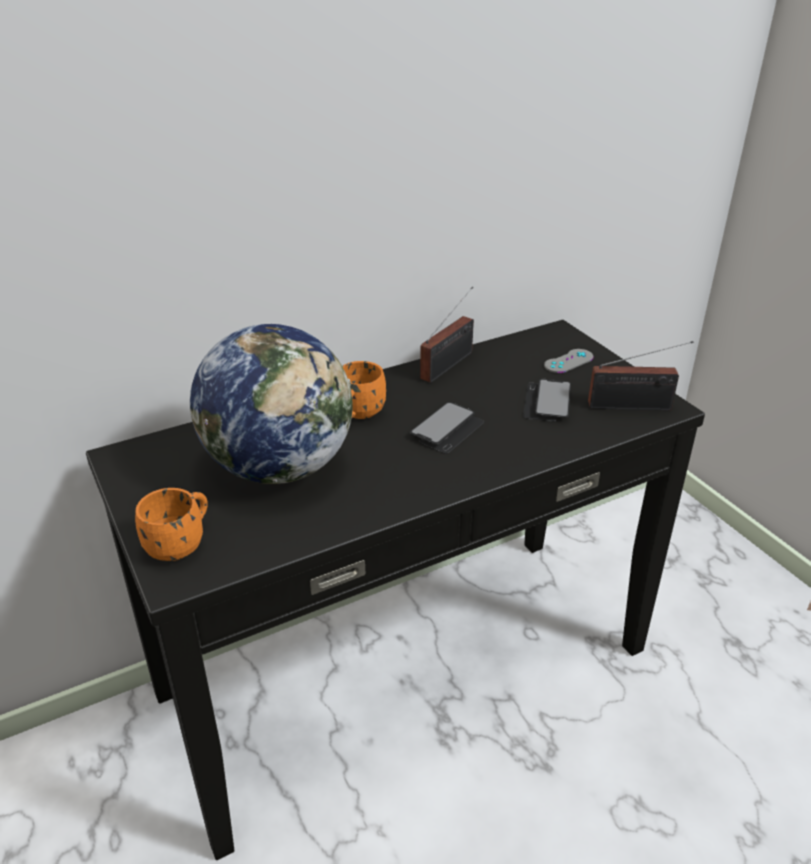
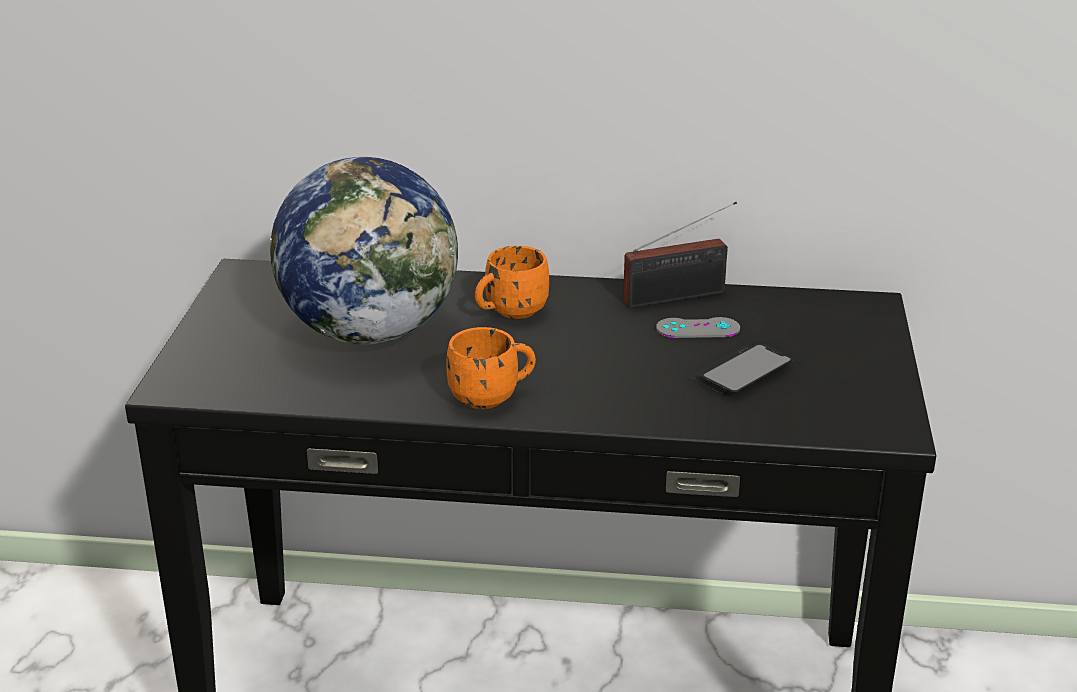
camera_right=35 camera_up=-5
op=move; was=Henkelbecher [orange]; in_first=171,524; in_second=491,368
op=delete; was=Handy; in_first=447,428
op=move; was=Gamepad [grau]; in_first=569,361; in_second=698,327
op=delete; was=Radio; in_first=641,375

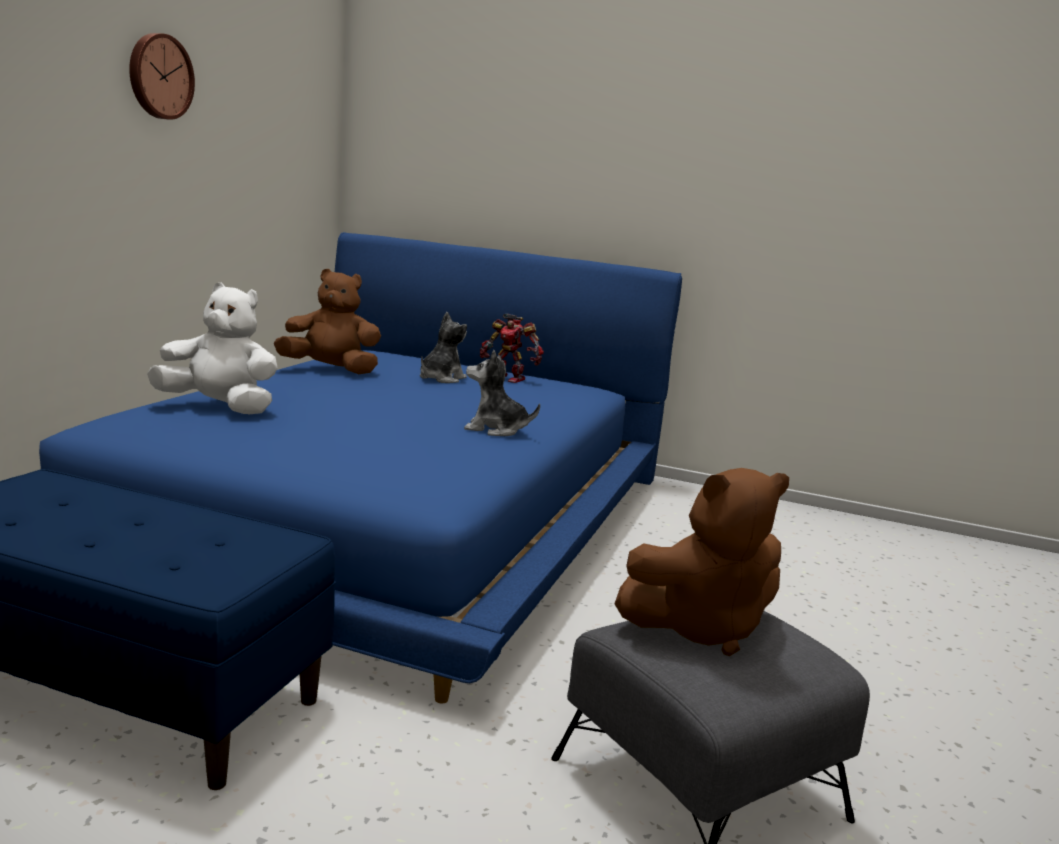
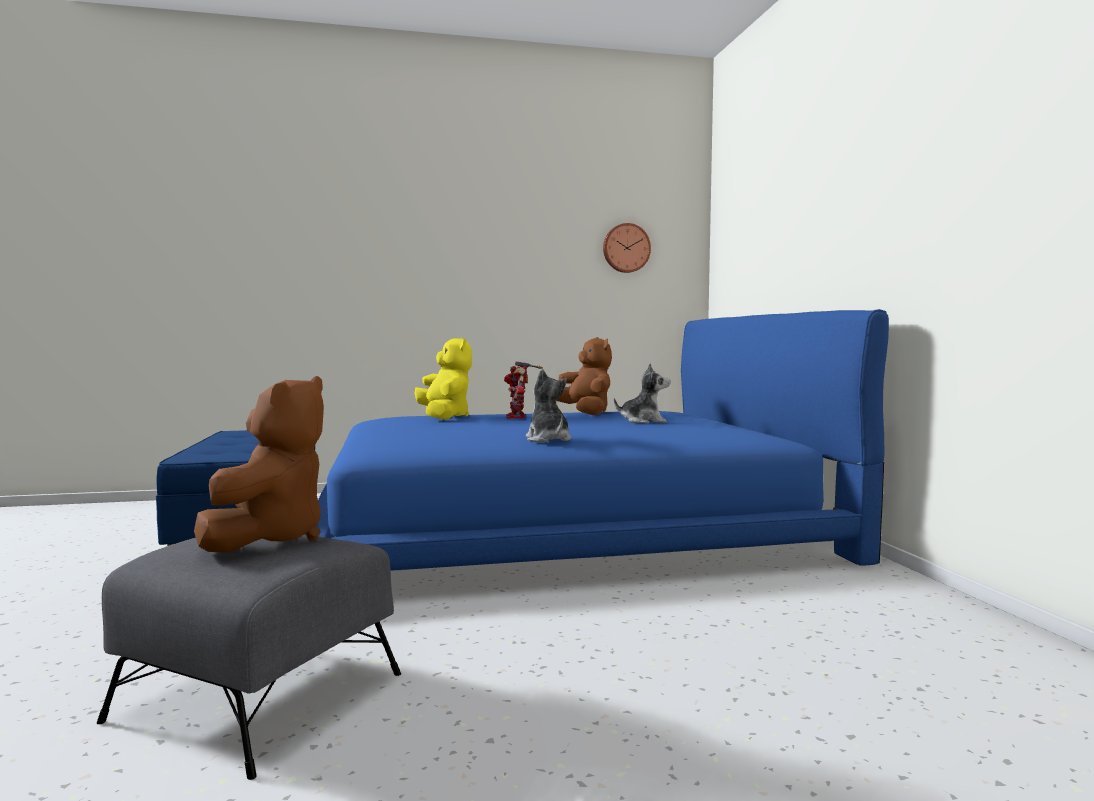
camera_right=60 camera_up=-10
op=move; was=Wanduhr; in_first=162,76; in_second=627,248
op=recolor; was=Plüschtier [weiß]; now=Plüschtier [gelb]; in_first=212,349; in_second=443,378
op=move; was=Spielzeugroboter; in_first=512,348; in_second=523,389
op=rotate; was=Plüschtier [braun]; in_first=701,562; in_second=259,464; clockwise=-120

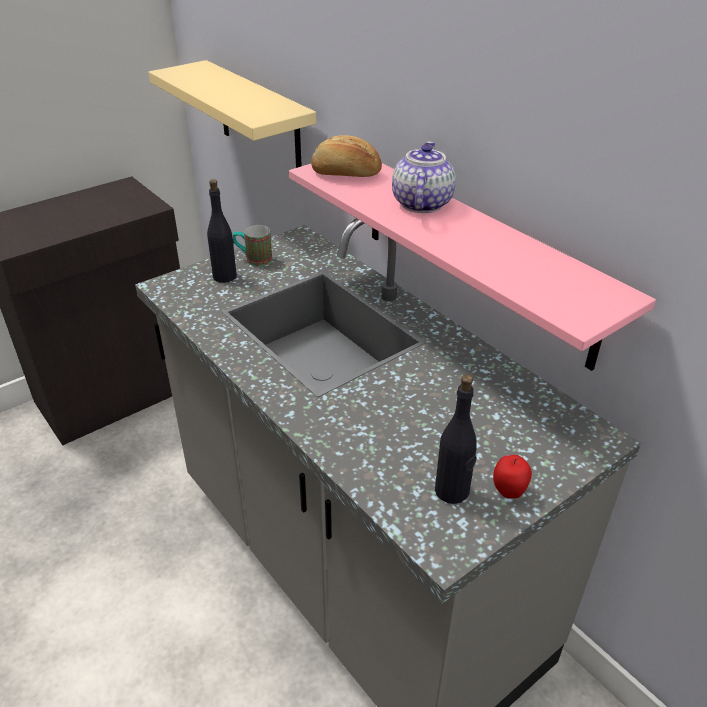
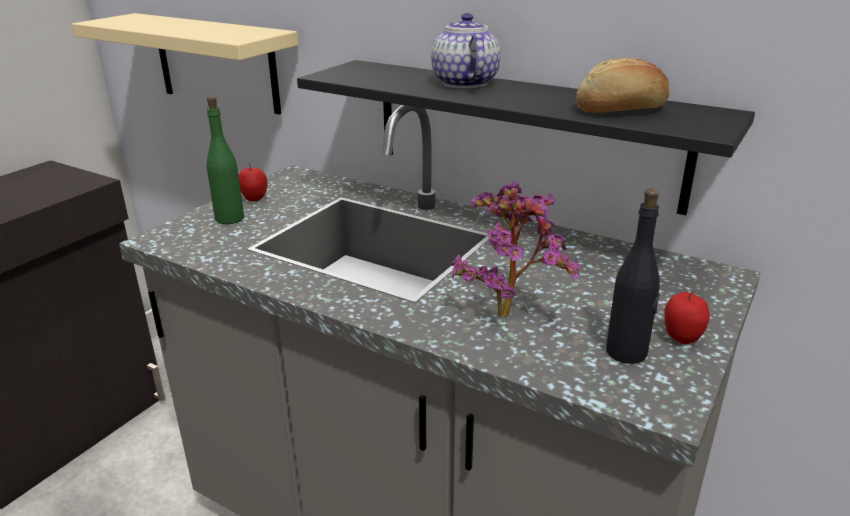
camera_right=-20 camera_up=-10
op=recolor; was=Flasche [schwarz]; now=Flasche [grün]; in_first=222,231; in_second=225,160
op=replace; was=Henkelbecher; now=Apfel; in_first=252,246; in_second=252,182
op=recolor; was=Wandregal [rosa]; now=Wandregal [schwarz]; in_first=472,267; in_second=526,137
op=move; was=Brot; in_first=346,156; in_second=622,85
op=insert; now=Topfpflanze; in_second=516,249

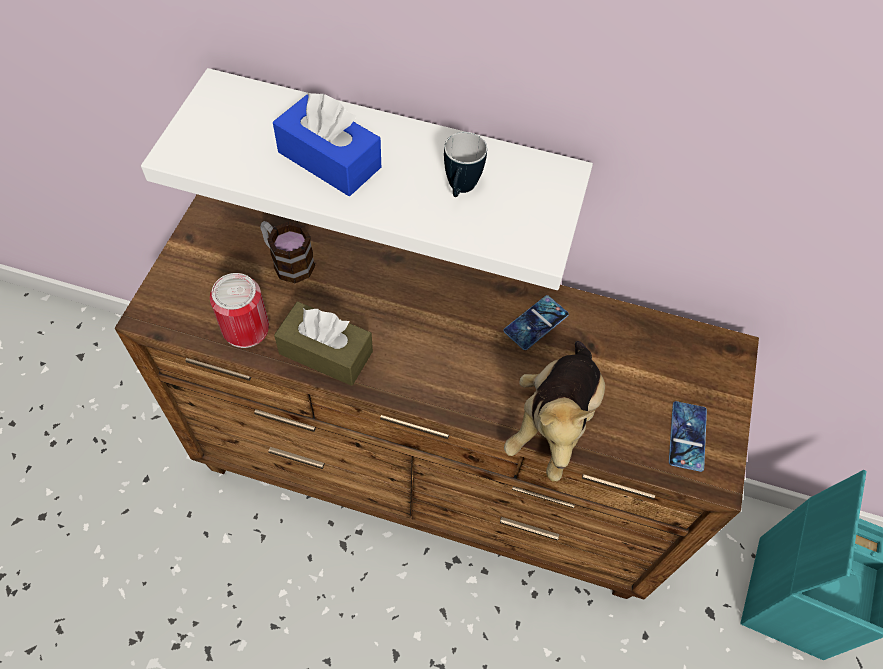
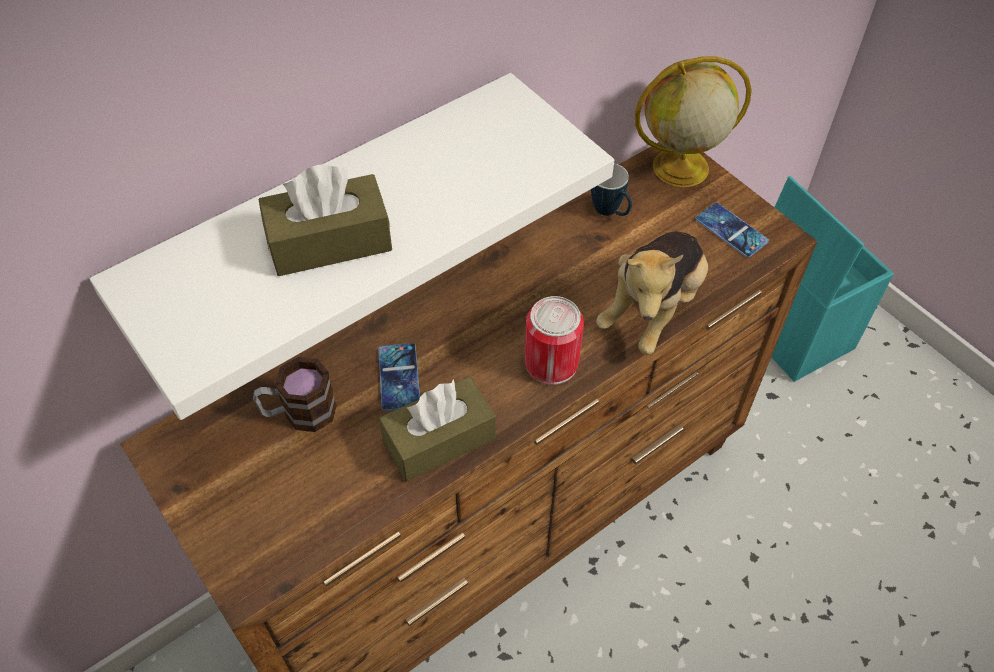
camera_right=-50 camera_up=-5
op=move; was=Dose; in_first=239,310; in_second=554,340
op=recolor; was=Taschentuchbox [blau]; now=Taschentuchbox [braun]; in_first=327,144; in_second=325,220
op=move; was=Henkelbecher; in_first=465,164; in_second=611,189
op=move; was=Handy; in_first=536,322; in_second=399,377
op=rotate; was=Plüschtier; in_first=554,411; in_second=652,293; clockwise=60
op=insert; now=Globus; in_second=693,121

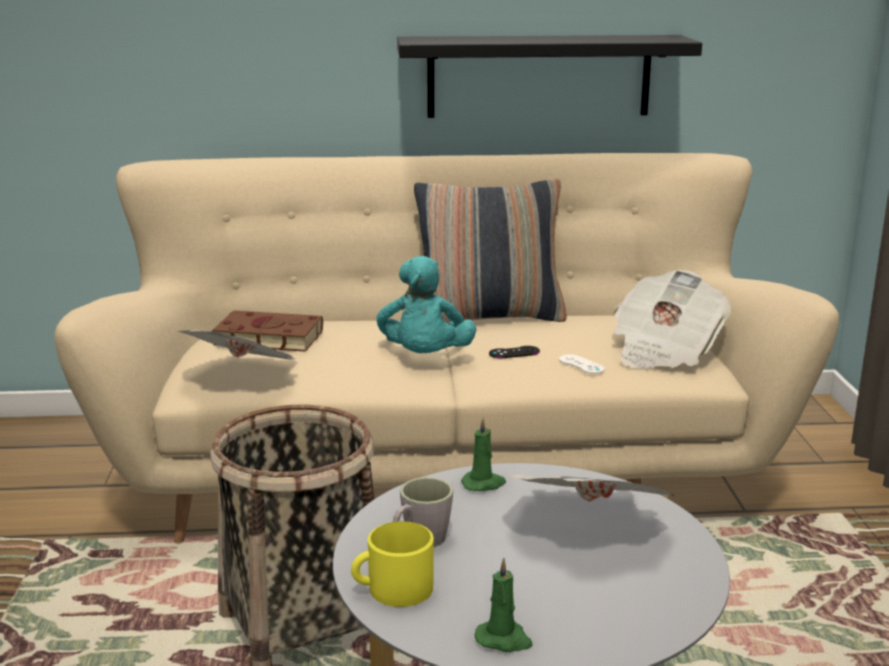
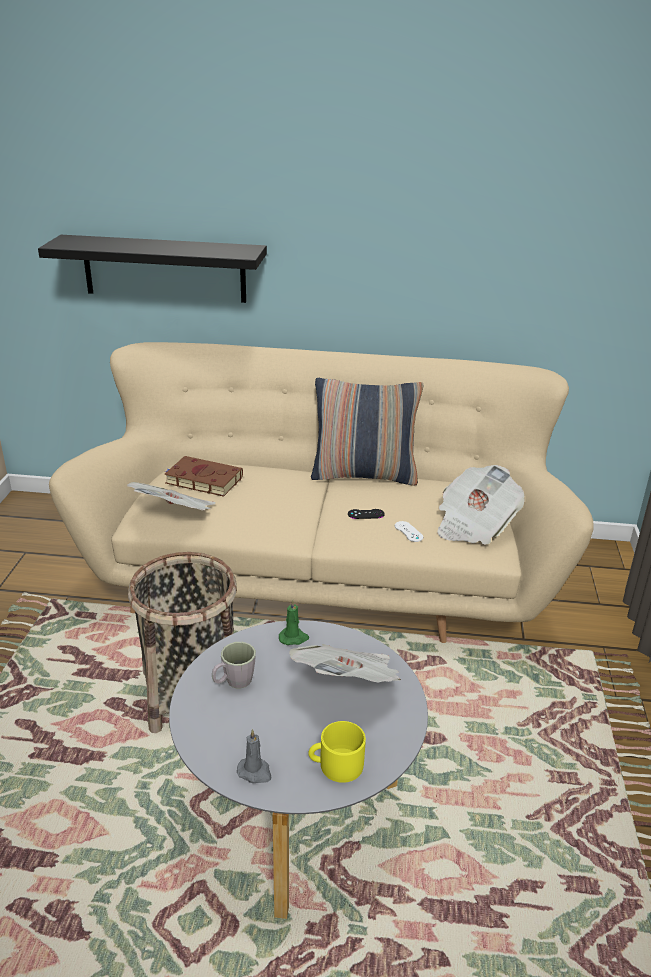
camera_right=10 camera_up=10
op=move; was=Henkelbecher [gelb]; in_first=392,564; in_second=337,752
op=delete; was=Plüschtier [türkis]; in_first=426,304
op=move; was=Wandregal [schwarz]; in_first=549,76; in_second=152,269
op=recolor; was=Kerze [grün]; now=Kerze [grau]; in_first=503,605; in_second=254,756

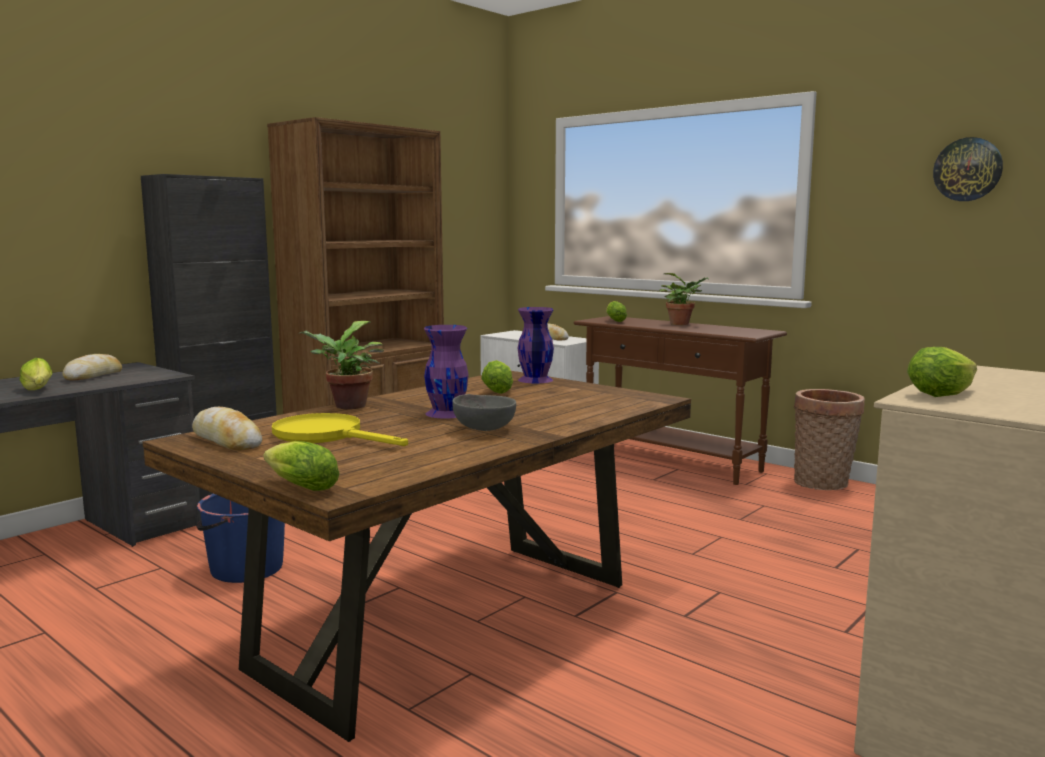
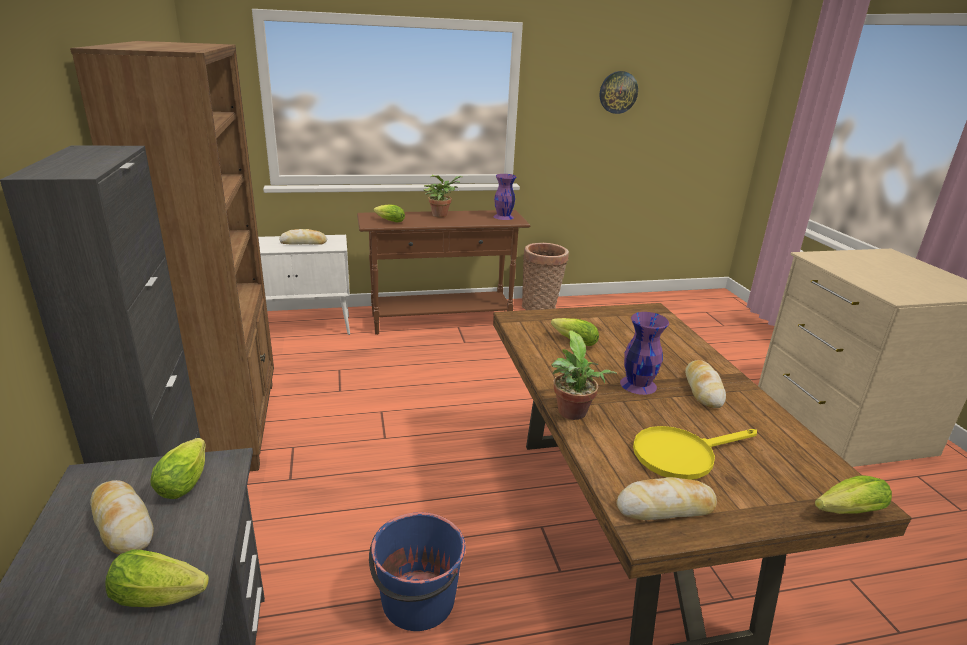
camera_right=-55 camera_up=15
op=replace; was=Schüssel [grau]; now=Brot; in_first=484,412; in_second=705,384
op=move; was=Vase [lila]; in_first=535,345; in_second=505,197
op=move; was=Salatkopf; in_first=942,372; in_second=178,468

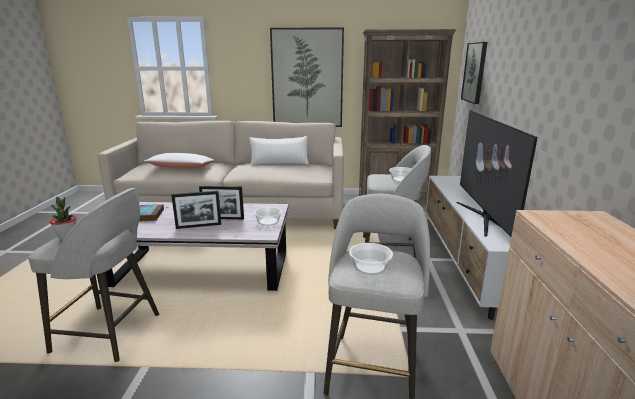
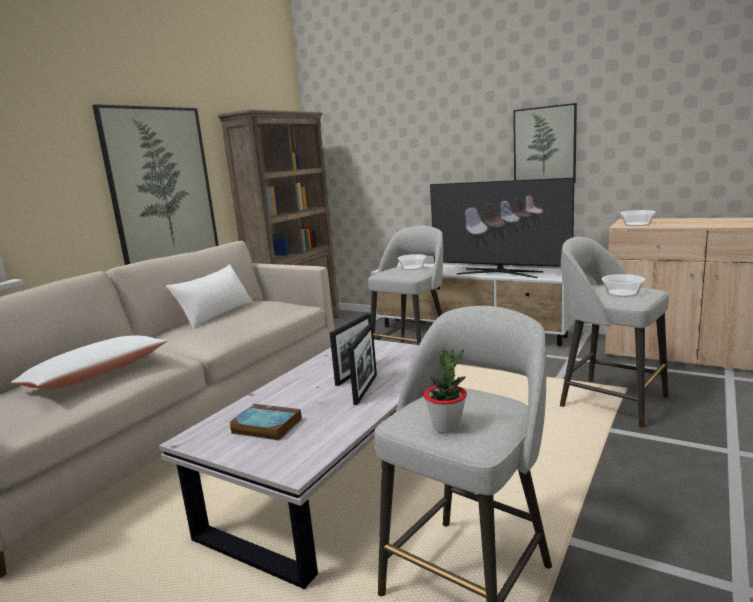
camera_right=-60 camera_up=-5
op=move; was=Schüssel; in_first=268,216; in_second=638,218
op=move; was=Bild; in_first=474,73; in_second=545,143

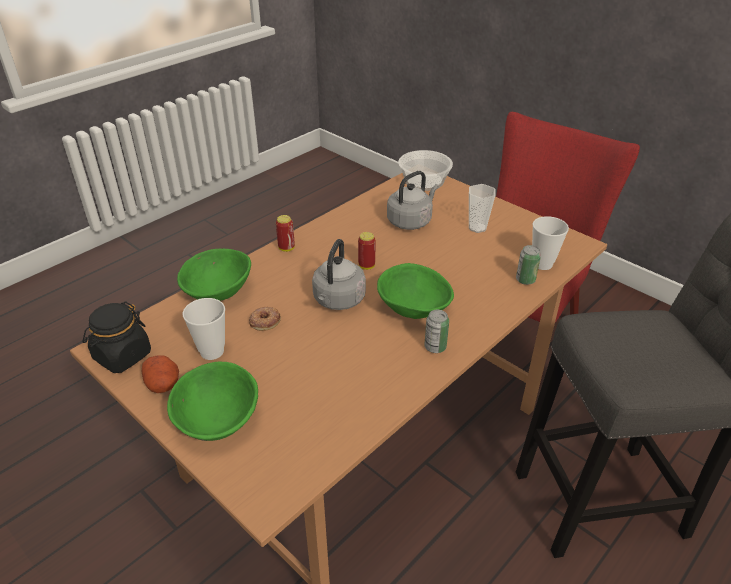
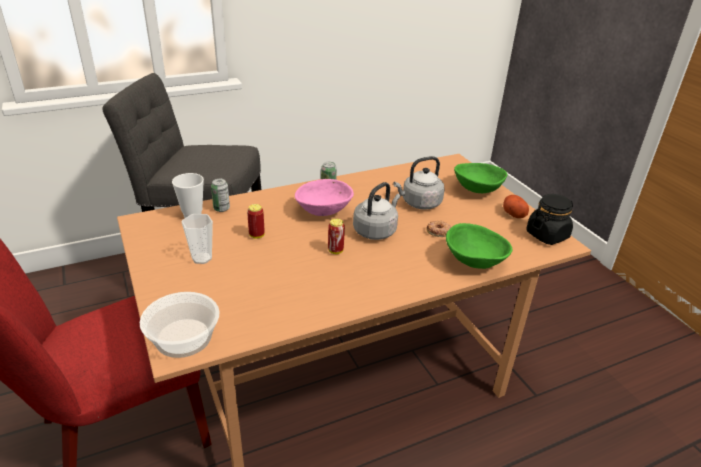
camera_right=-160 camera_up=-5
op=delete; was=Tasse; in_first=204,329
op=move; was=Dose; in_first=285,233; in_second=256,221
op=recolor; was=Schüssel [grün]; now=Schüssel [rosa]; in_first=415,291; in_second=324,197
op=move; was=Wasserkessel [grau]; in_first=413,200; in_second=419,183

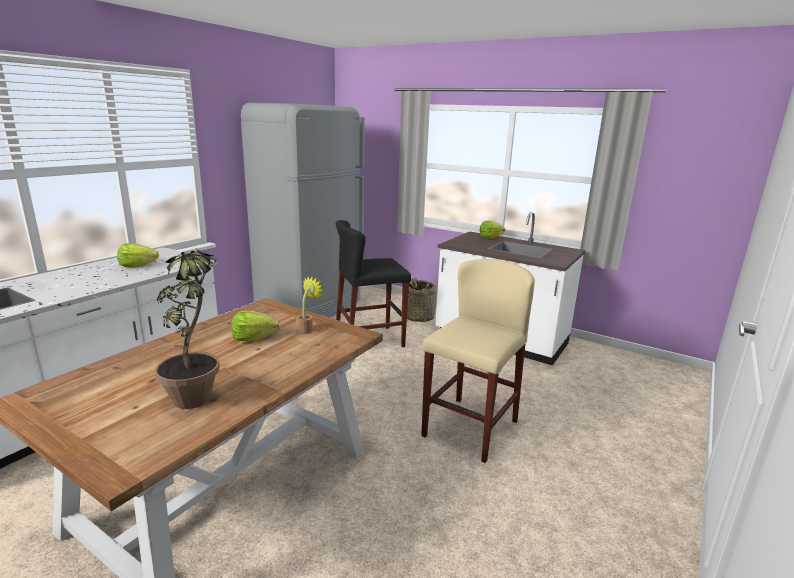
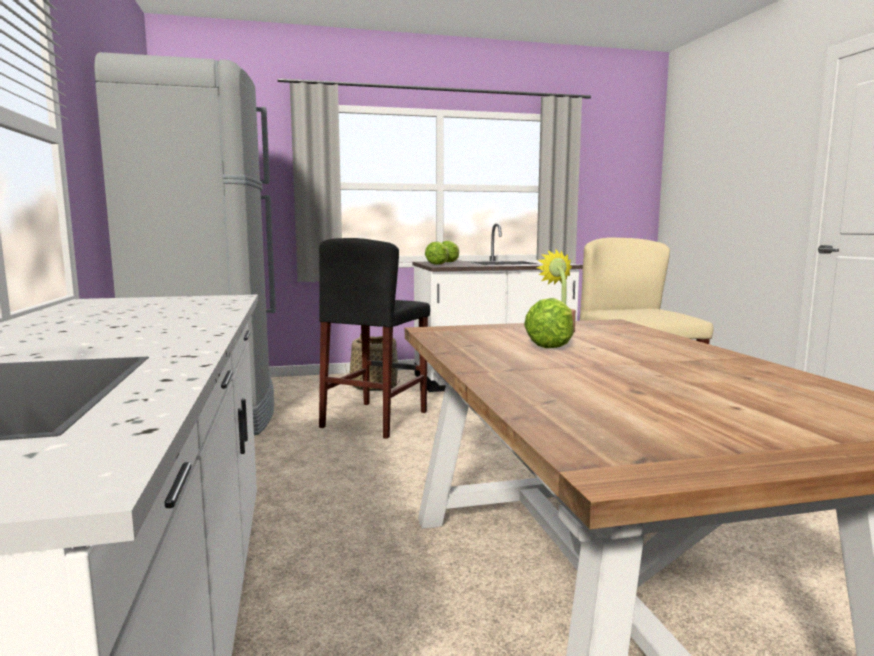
camera_right=-45 camera_up=-10
op=move; was=Salatkopf; in_first=138,255; in_second=437,253
op=delete; was=Topfpflanze; in_first=187,329

